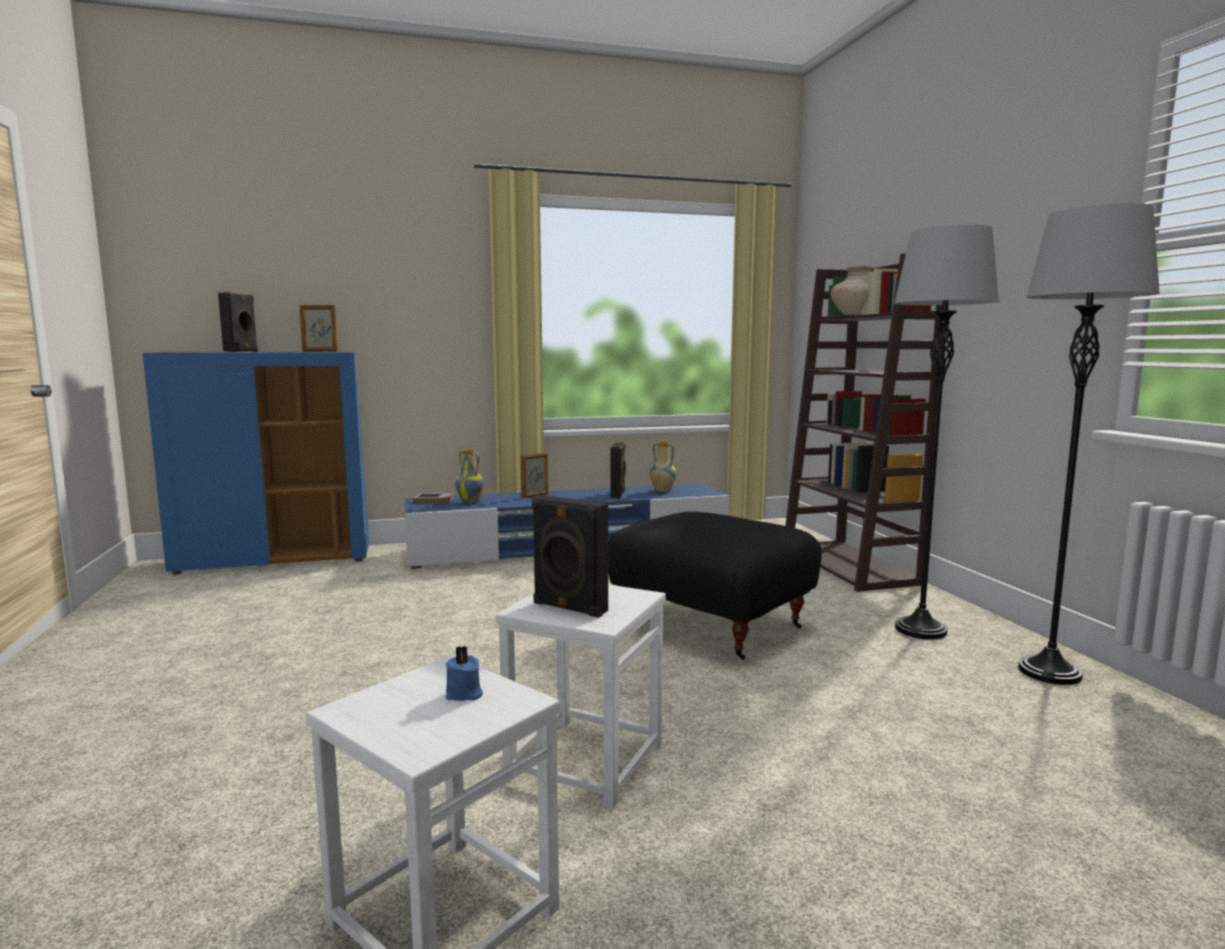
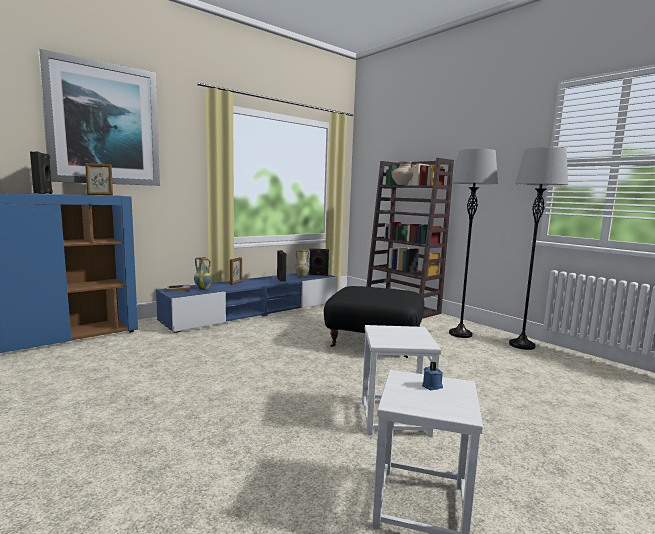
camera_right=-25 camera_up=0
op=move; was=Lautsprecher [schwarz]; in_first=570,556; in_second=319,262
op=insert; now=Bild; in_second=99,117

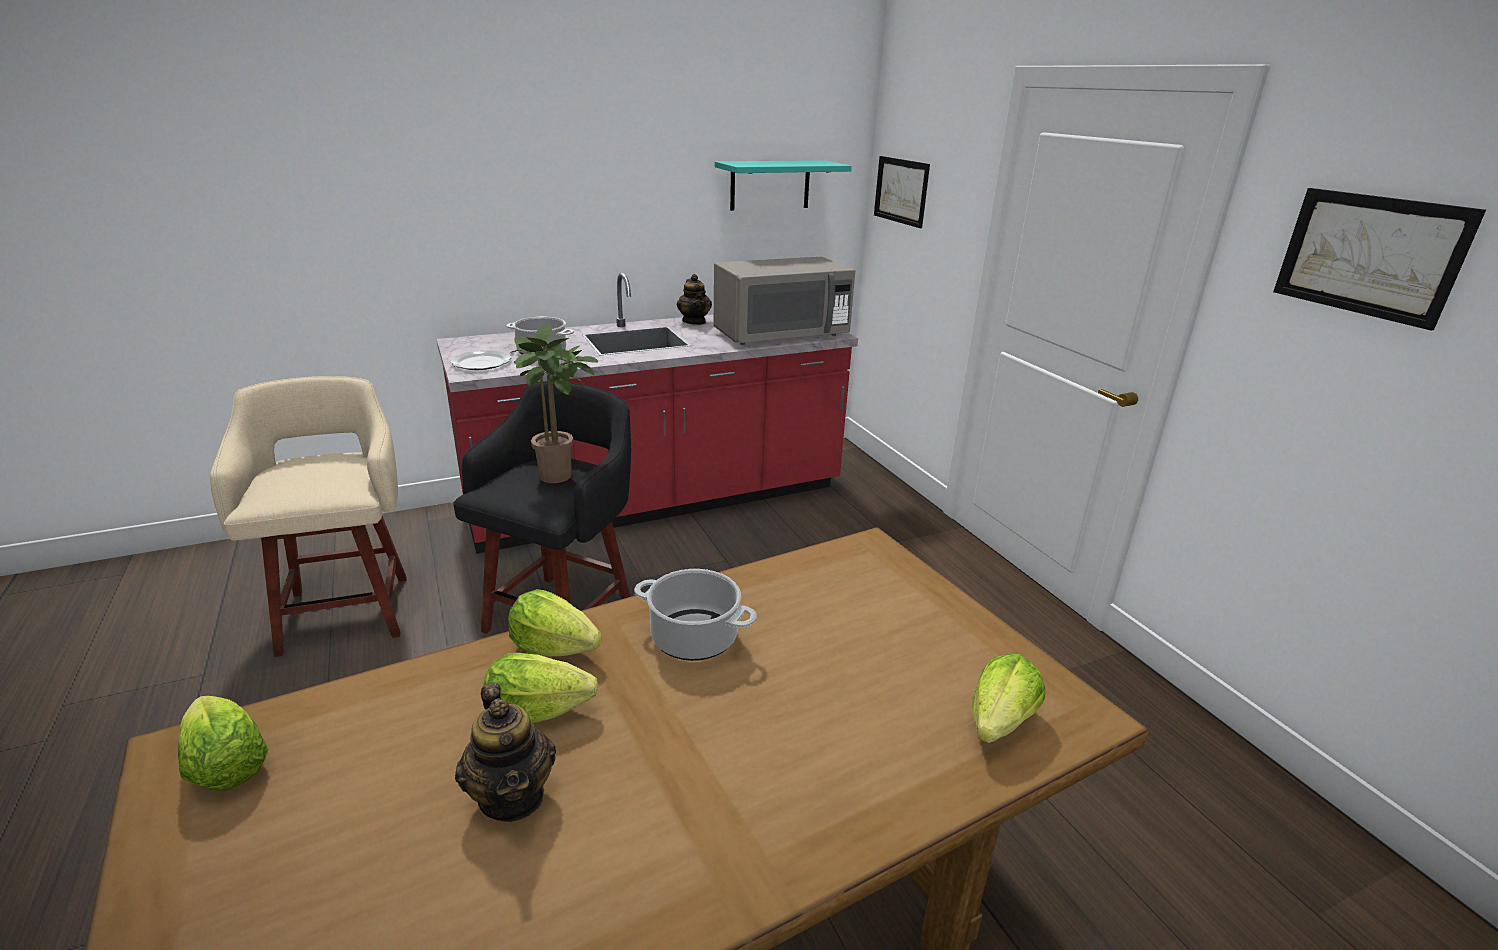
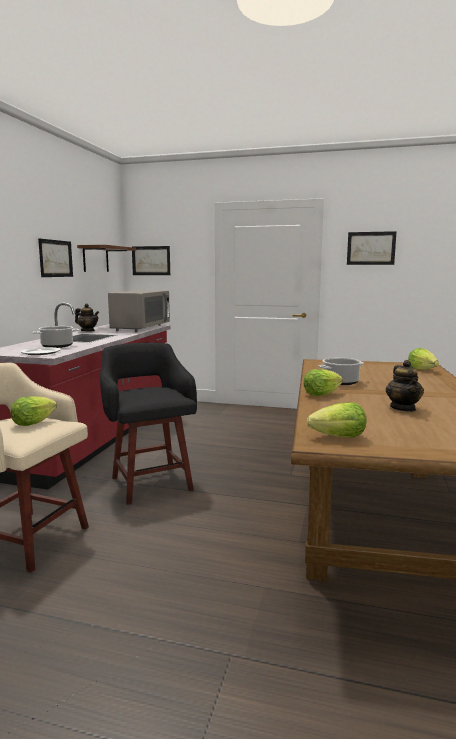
camera_right=-50 camera_up=-15
op=rotate; was=Teekanne; in_first=505,752; in_second=405,386; clockwise=75
op=move; was=Salatkopf; in_first=540,688; in_second=34,411
op=delete; was=Topfpflanze; in_first=554,404
op=recolor; was=Wandregal [türkis]; now=Wandregal [braun]; in_first=783,185; in_second=106,258
op=insert; now=Bild; in_second=55,257

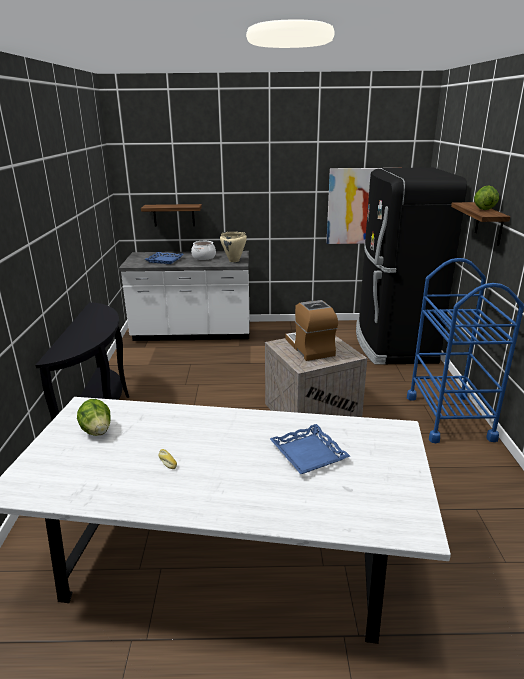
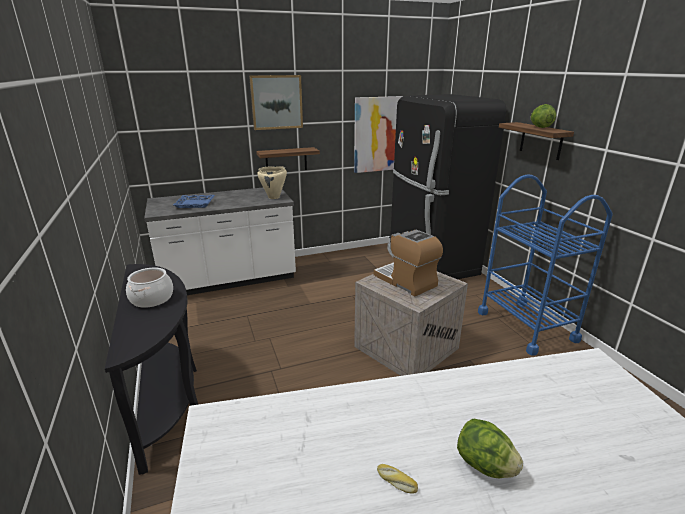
camera_right=-20 camera_up=0
op=move; was=Salatkopf; in_first=94,417; in_second=490,448
op=move; was=Wandregal; in_first=171,215; in_second=288,158
op=move; was=Kochtopf; in_first=203,250; in_second=149,288
op=delete; was=Tablett [blau]; in_first=310,449
op=insert; now=Bild; in_second=276,102

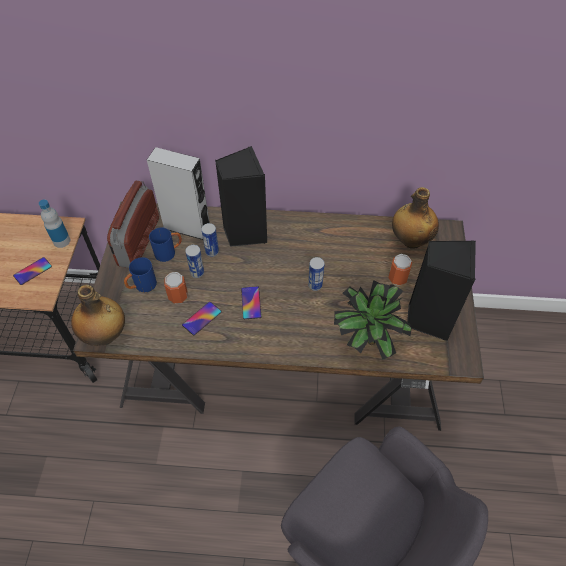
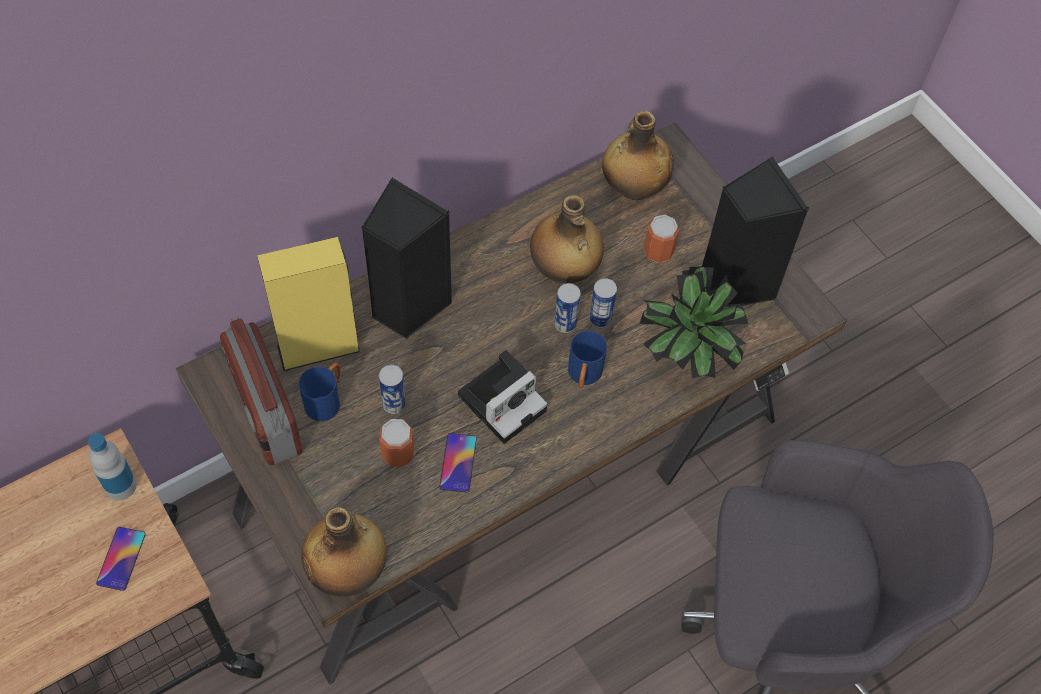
camera_right=-40 camera_up=5
op=move; was=Henkelbecher [blau]; in_first=140,274; in_second=587,359
op=recolor; was=Lautsprecher [grau]; now=Lautsprecher [gelb]; in_first=178,193; in_second=308,304
op=move; was=Dose; in_first=210,240; in_second=603,303
op=replace; was=Handy; now=Kamera; in_first=251,302; in_second=503,397
op=insert; now=Flasche; in_second=567,239

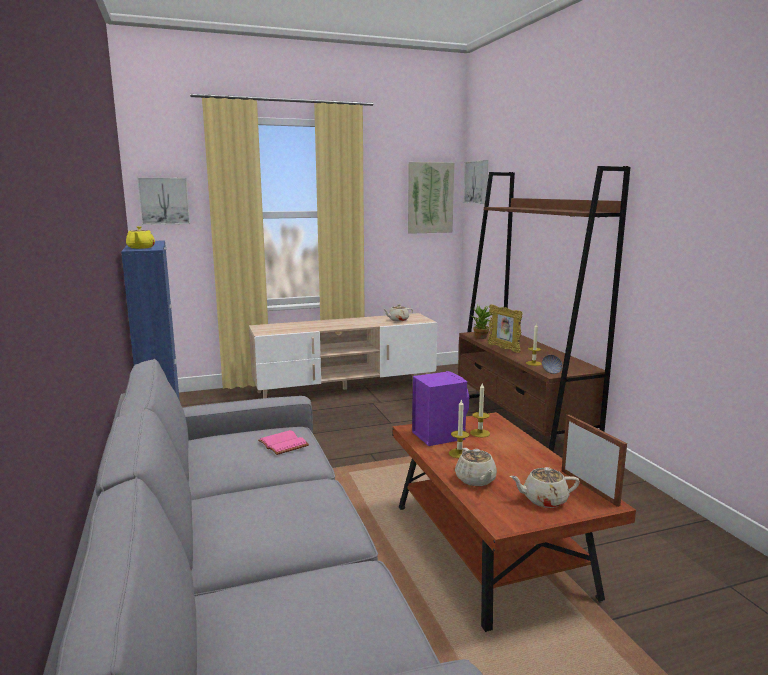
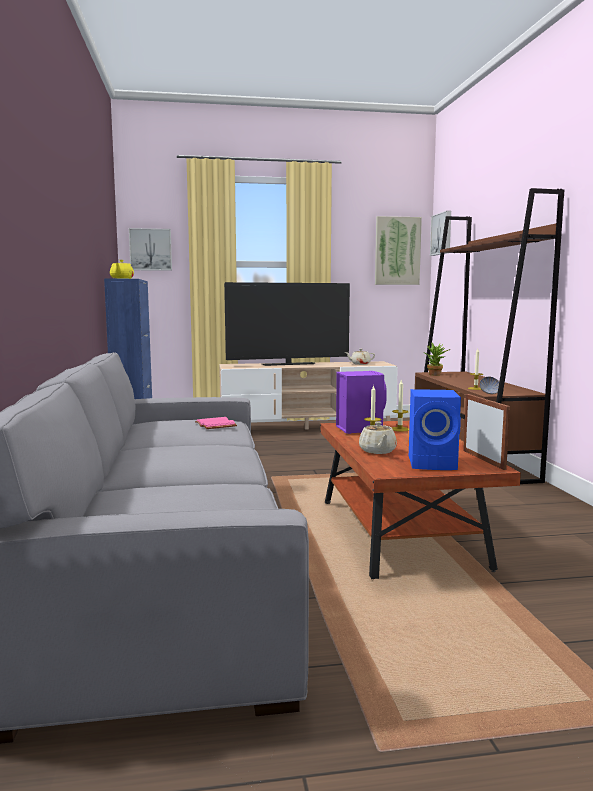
camera_right=10 camera_up=-5
op=delete; was=Bilderrahmen; in_first=505,328
op=replace; was=Teekanne [beige]; now=Lautsprecher [blau]; in_first=545,487; in_second=435,429
op=insert; now=Fernseher; in_second=287,324

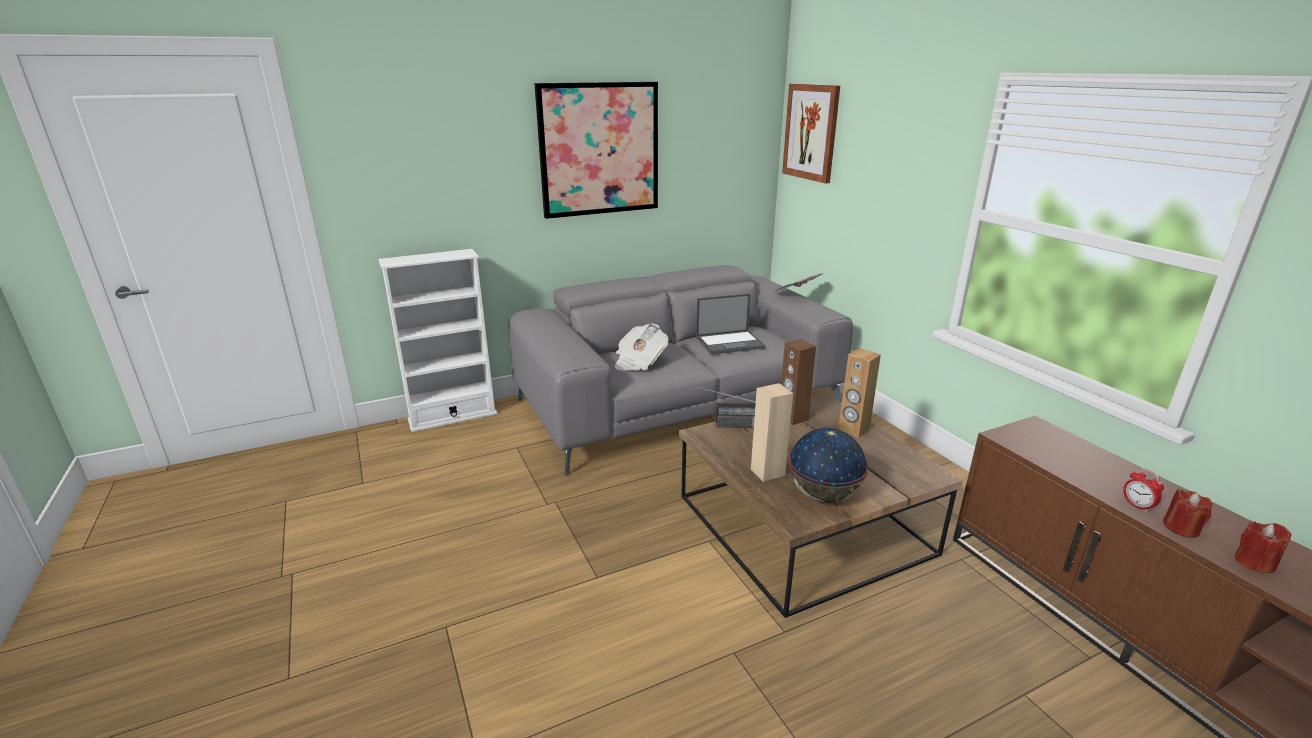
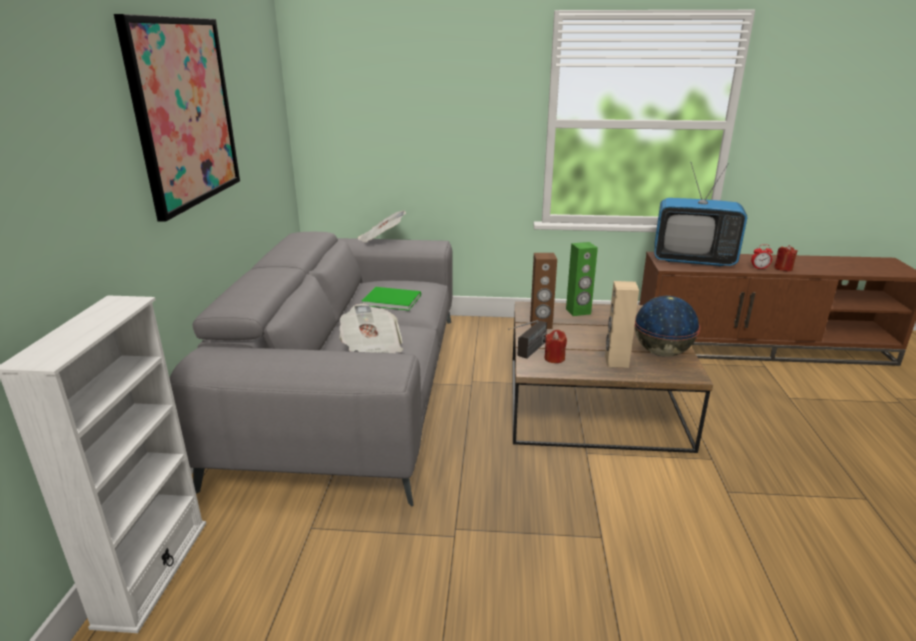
camera_right=-60 camera_up=0
op=replace; was=Laptop; now=Buch [grün]; in_first=730,324; in_second=391,299
op=delete; was=Bild; in_first=811,133
op=recolor; was=Lautsprecher [braun]; now=Lautsprecher [grün]; in_first=859,393; in_second=582,279
op=move; was=Kerze [rot]; in_first=1263,547; in_second=556,346
op=insert; now=Fernseher; in_second=700,214

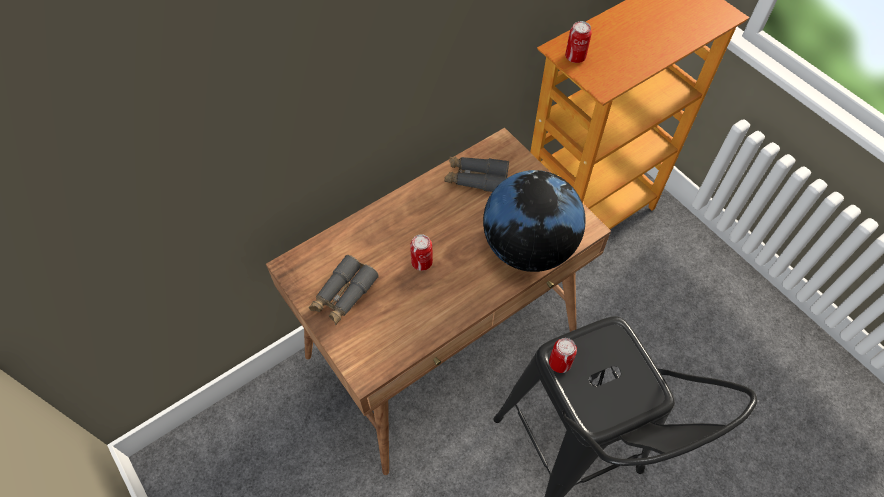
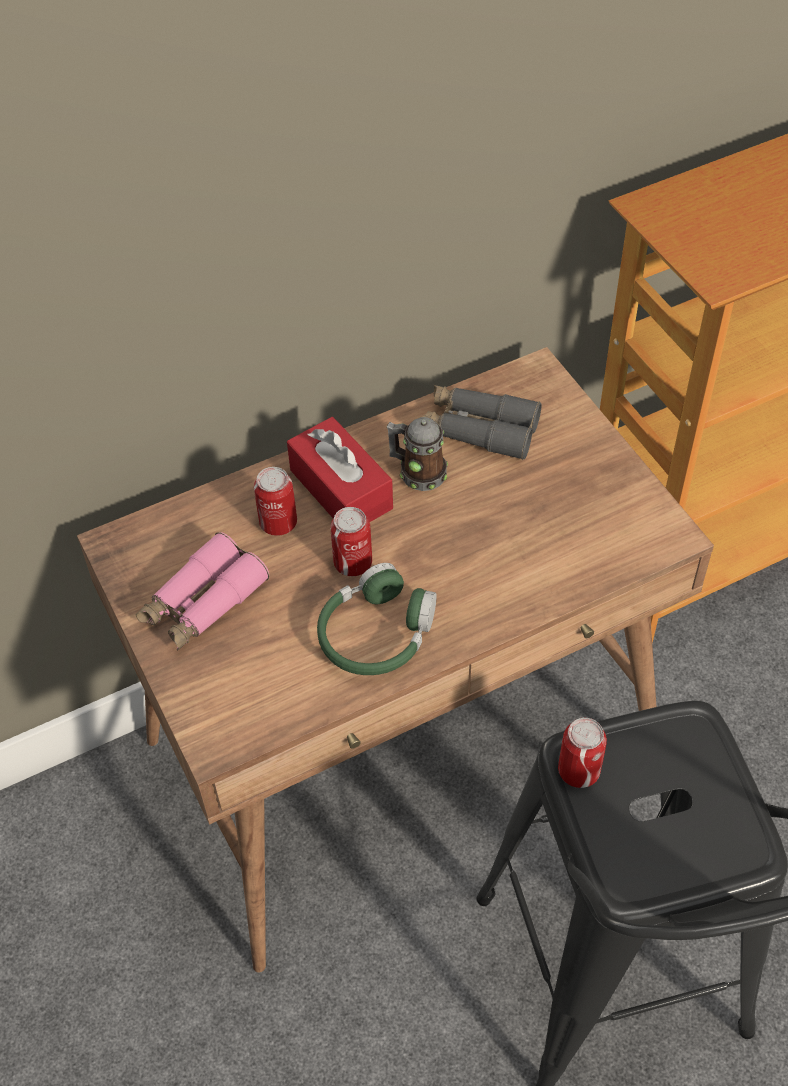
camera_right=10 camera_up=-5
op=recolor; was=Fernglas [grau]; now=Fernglas [rosa]; in_first=344,290; in_second=202,591
op=delete; was=Globus; in_first=534,221
op=move; was=Dose; in_first=578,42; in_second=275,501
op=insert; now=Taschentuchbox [rot]; in_second=340,469
op=insert; now=Kopfhörer [grün]; in_second=377,619
op=insert; now=Henkelbecher; in_second=417,454

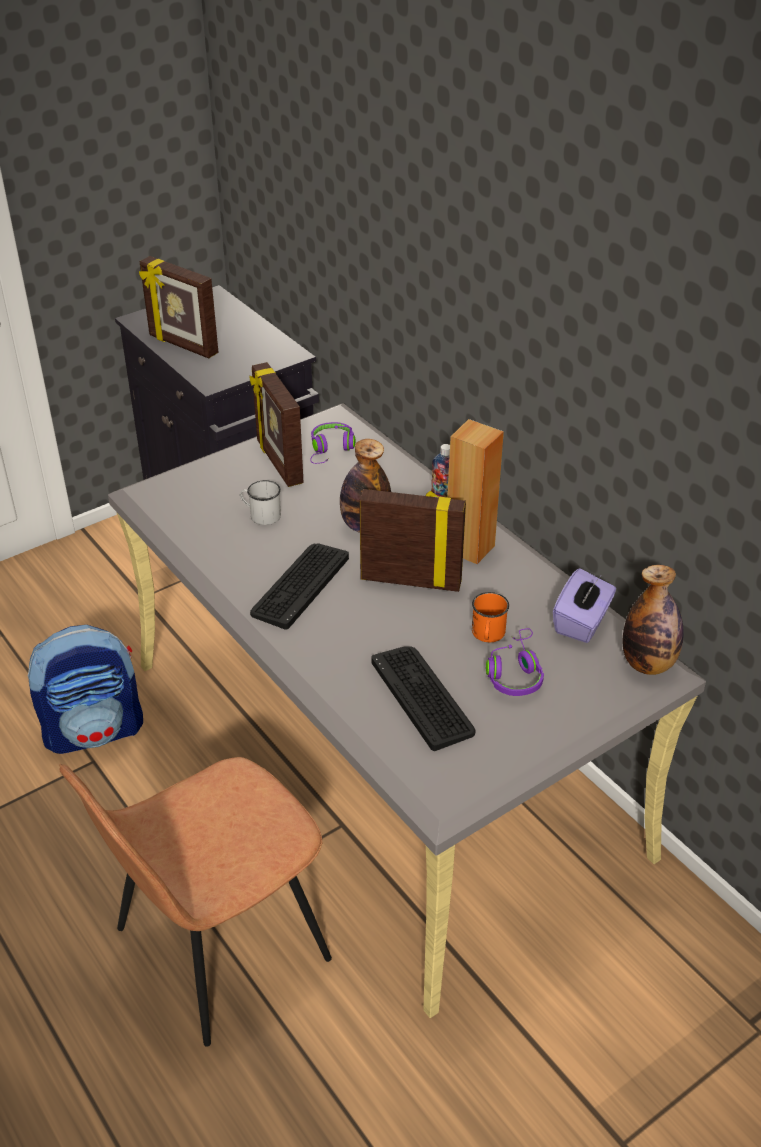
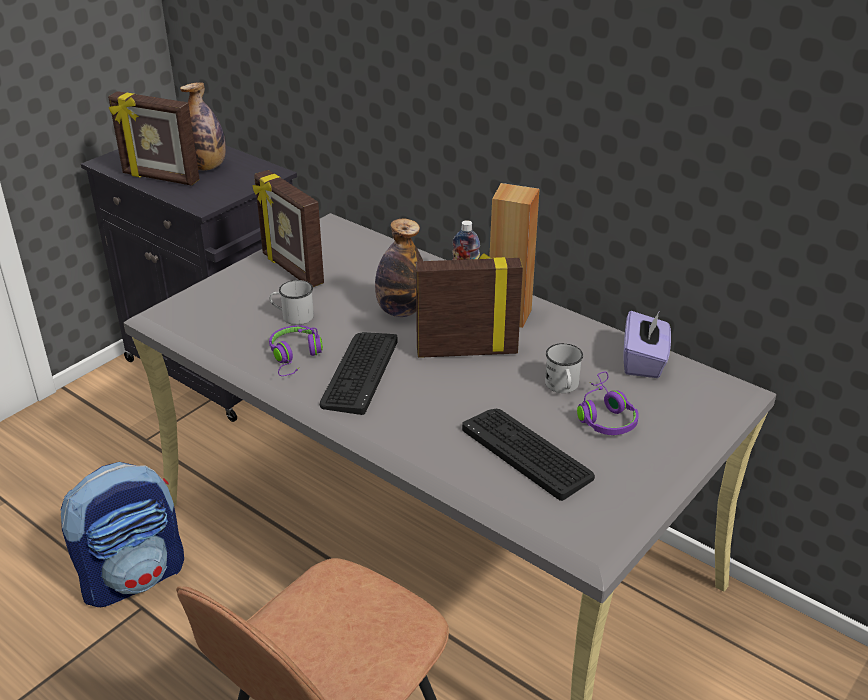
camera_right=-15 camera_up=-5
op=move; was=Kopfhörer [lila]; in_first=332,443; in_second=296,350
op=recolor; was=Henkelbecher [orange]; now=Henkelbecher [weiß]; in_first=490,617; in_second=564,368
op=move; was=Flasche; in_first=653,620; in_second=203,126

